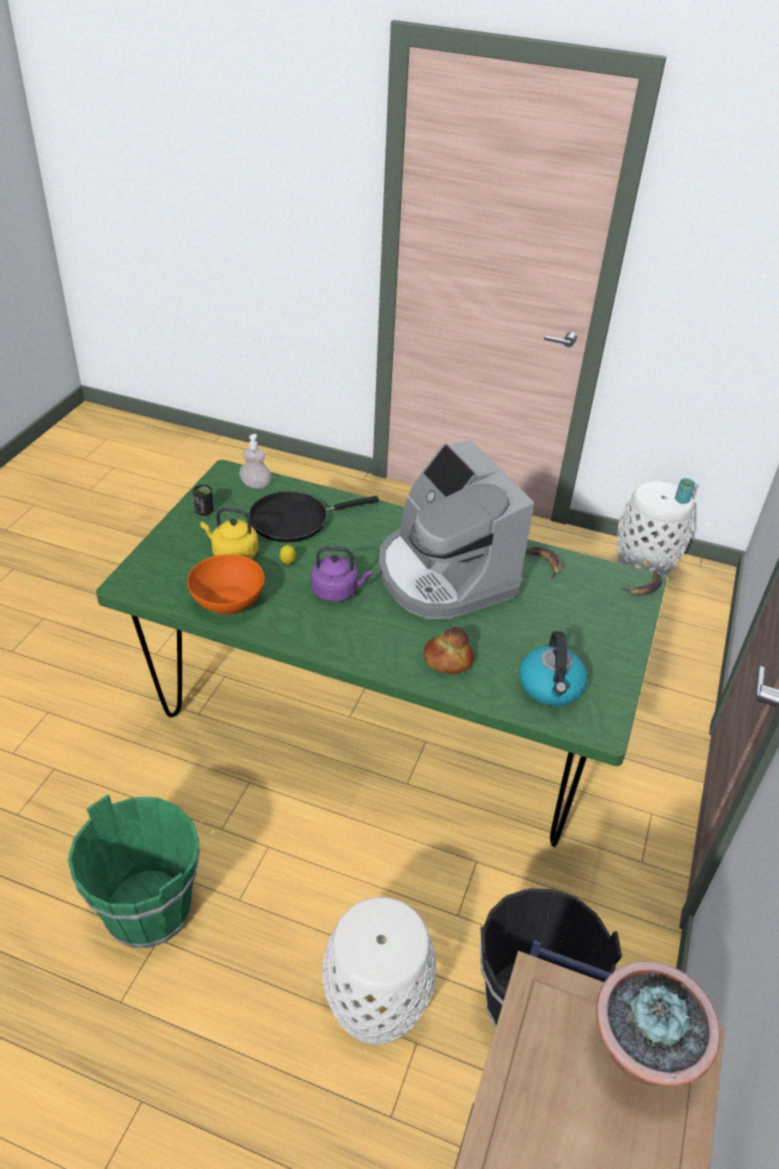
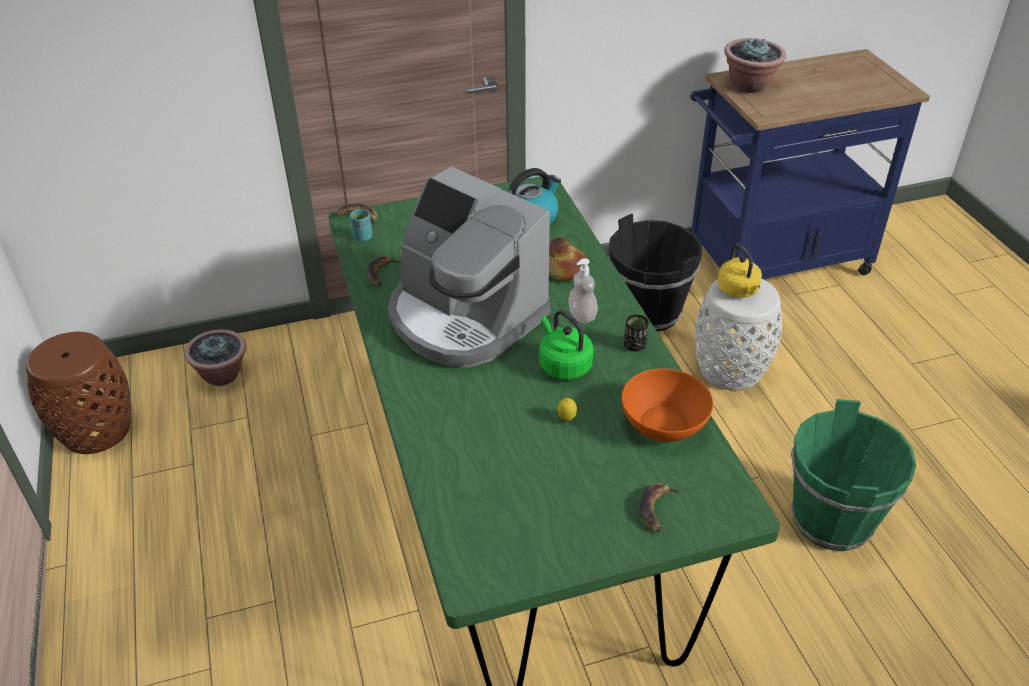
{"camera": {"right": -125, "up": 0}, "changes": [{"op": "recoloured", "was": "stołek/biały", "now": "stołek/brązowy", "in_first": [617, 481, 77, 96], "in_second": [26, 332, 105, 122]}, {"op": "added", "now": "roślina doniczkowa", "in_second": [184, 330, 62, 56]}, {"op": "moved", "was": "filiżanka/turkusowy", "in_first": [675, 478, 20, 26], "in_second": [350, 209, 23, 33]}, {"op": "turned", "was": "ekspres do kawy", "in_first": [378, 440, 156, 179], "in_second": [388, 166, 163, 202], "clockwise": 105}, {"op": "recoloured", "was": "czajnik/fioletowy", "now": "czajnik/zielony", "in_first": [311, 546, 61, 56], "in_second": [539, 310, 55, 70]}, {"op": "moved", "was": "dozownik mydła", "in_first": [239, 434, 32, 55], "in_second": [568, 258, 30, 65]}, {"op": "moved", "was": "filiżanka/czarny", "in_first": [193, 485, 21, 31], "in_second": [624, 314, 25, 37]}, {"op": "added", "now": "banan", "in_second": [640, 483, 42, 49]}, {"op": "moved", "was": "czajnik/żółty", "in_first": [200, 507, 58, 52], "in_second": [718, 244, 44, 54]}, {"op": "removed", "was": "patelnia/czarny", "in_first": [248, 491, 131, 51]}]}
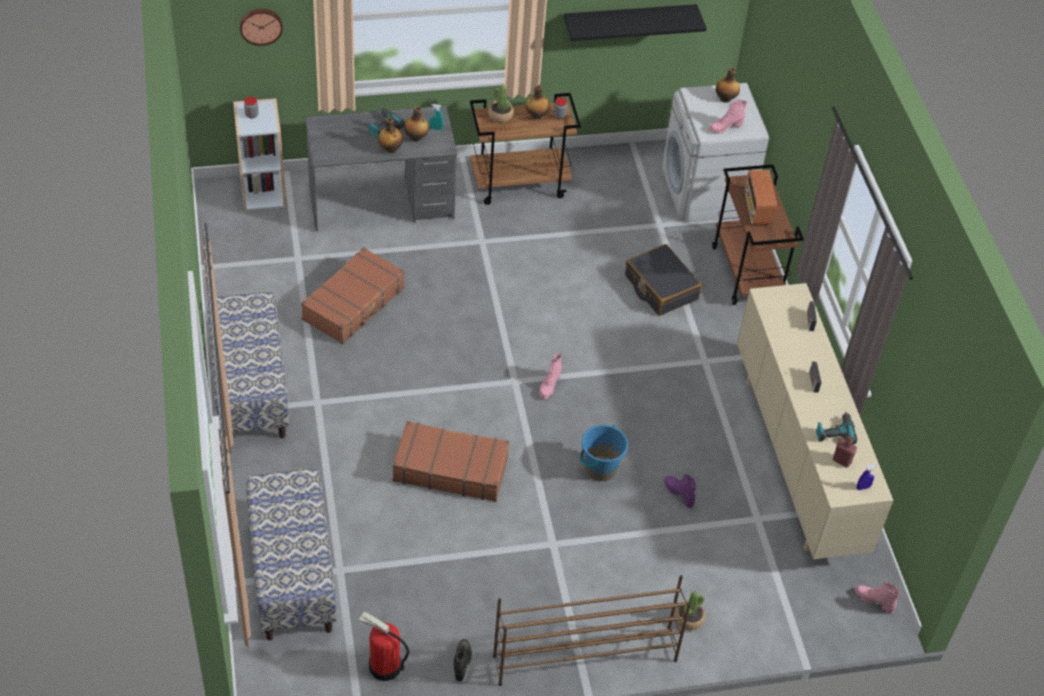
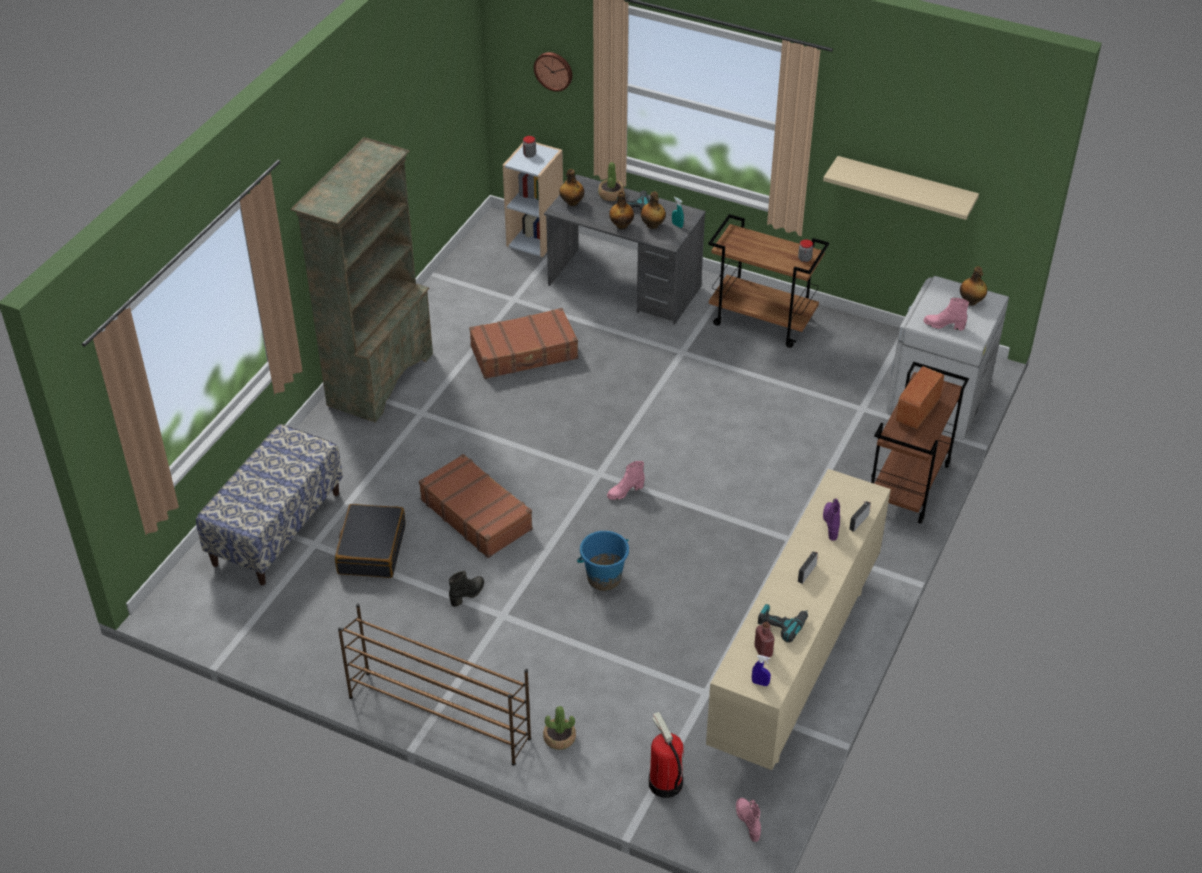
{"camera": {"right": 40, "up": -5}, "changes": [{"op": "replaced", "was": "ławka", "now": "regał/zielony", "in_first": [208, 292, 81, 146], "in_second": [290, 137, 143, 286]}, {"op": "moved", "was": "walizka/czarny", "in_first": [625, 244, 77, 72], "in_second": [335, 504, 71, 74]}, {"op": "moved", "was": "but z cholewką/czarny", "in_first": [454, 639, 18, 42], "in_second": [449, 571, 35, 36]}, {"op": "moved", "was": "butelka", "in_first": [526, 85, 24, 34], "in_second": [560, 169, 24, 37]}, {"op": "moved", "was": "roślina doniczkowa", "in_first": [488, 85, 26, 38], "in_second": [598, 162, 26, 39]}, {"op": "moved", "was": "gaśnica", "in_first": [359, 611, 50, 70], "in_second": [649, 712, 35, 86]}, {"op": "recoloured", "was": "półka/czarny", "now": "półka/beżowy", "in_first": [564, 4, 142, 37], "in_second": [823, 156, 156, 64]}, {"op": "moved", "was": "but z cholewką/fioletowy", "in_first": [664, 474, 32, 34], "in_second": [823, 498, 17, 43]}]}
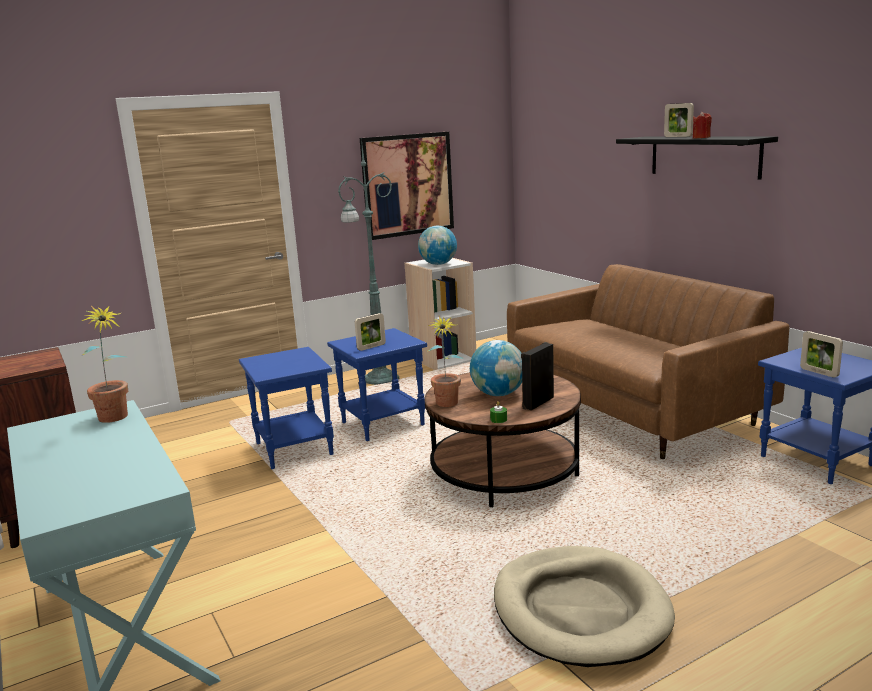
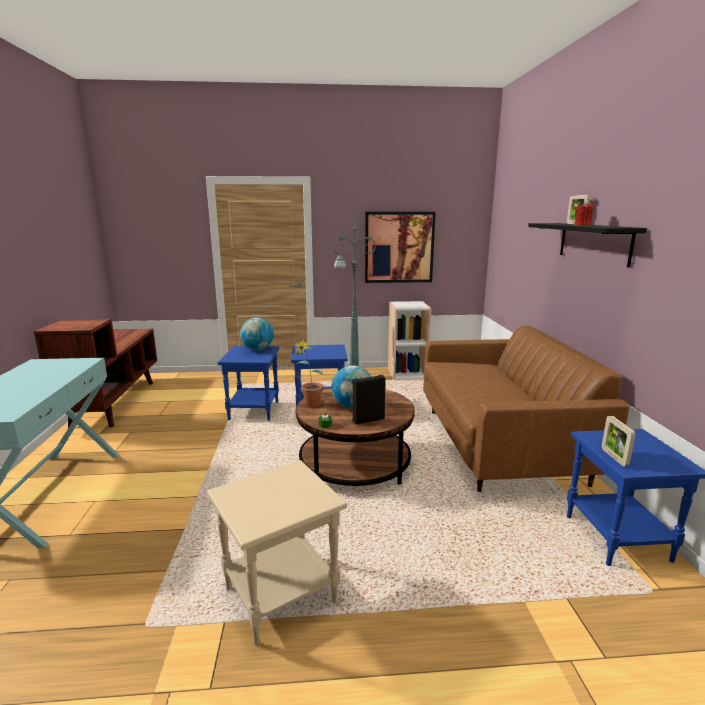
{"camera": {"right": 25, "up": 0}, "changes": [{"op": "replaced", "was": "legowisko/beżowy", "now": "stolik/beżowy", "in_first": [494, 546, 181, 121], "in_second": [207, 460, 140, 185]}, {"op": "moved", "was": "globus", "in_first": [418, 226, 39, 39], "in_second": [240, 318, 34, 33]}, {"op": "removed", "was": "roślina doniczkowa", "in_first": [81, 306, 47, 117]}, {"op": "removed", "was": "ramka na zdjęcie", "in_first": [355, 313, 31, 38]}]}
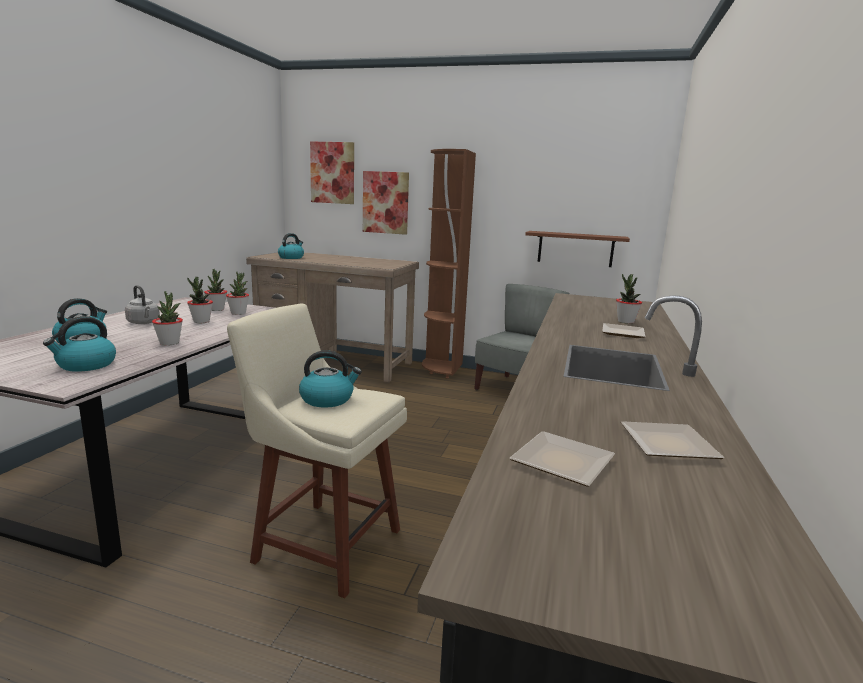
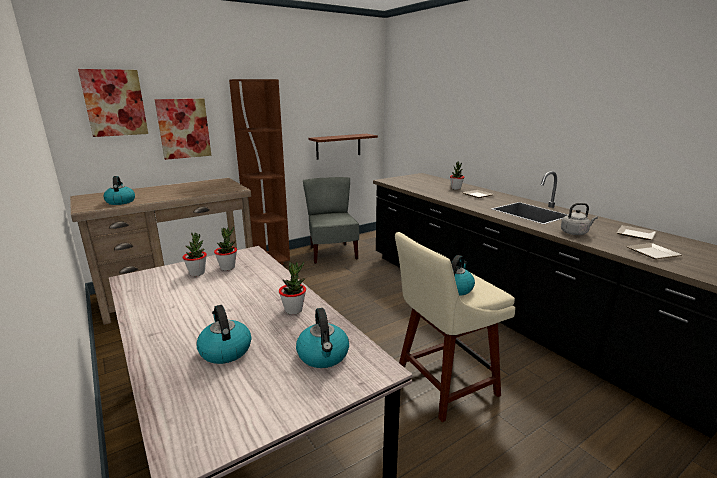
{"camera": {"right": -50, "up": 5}, "changes": [{"op": "moved", "was": "czajnik/szary", "in_first": [125, 285, 35, 39], "in_second": [561, 203, 37, 32]}, {"op": "removed", "was": "roślina doniczkowa", "in_first": [187, 277, 26, 46]}]}
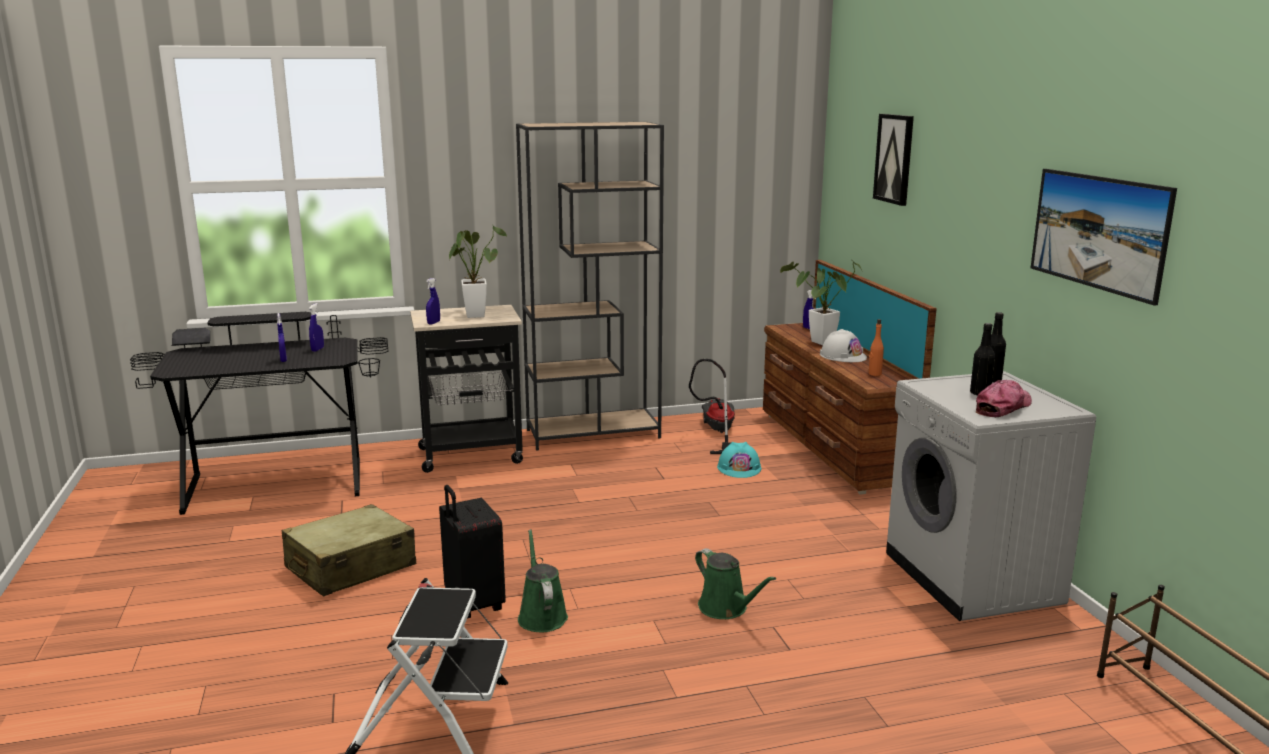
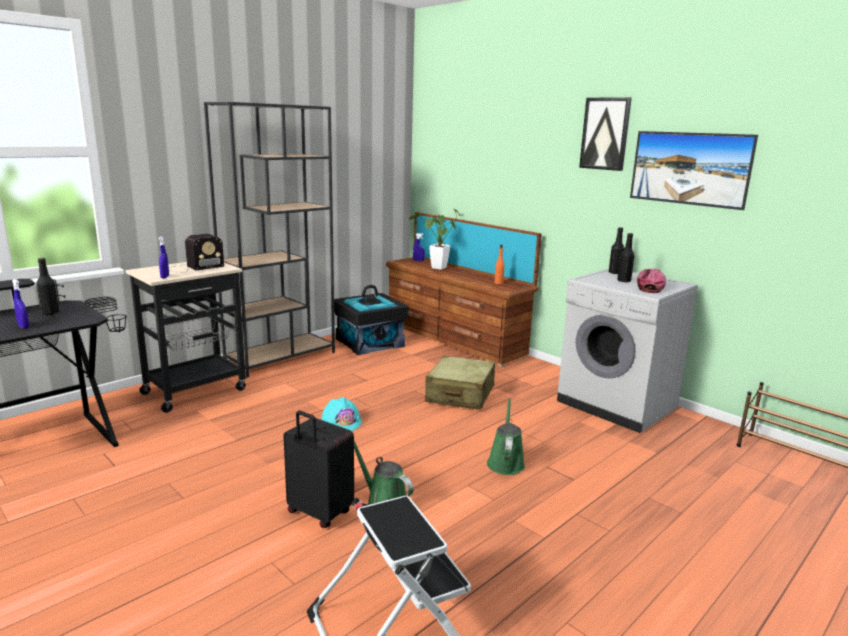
{"camera": {"right": -30, "up": 0}, "changes": [{"op": "replaced", "was": "spryskiwacz/niebieski", "now": "butelka/czarny", "in_first": [309, 303, 15, 49], "in_second": [36, 258, 23, 57]}, {"op": "replaced", "was": "roślina doniczkowa", "now": "radio", "in_first": [449, 224, 59, 94], "in_second": [169, 234, 55, 39]}, {"op": "moved", "was": "kask/turkusowy", "in_first": [717, 442, 44, 36], "in_second": [321, 397, 41, 34]}, {"op": "replaced", "was": "odkurzacz", "now": "pojemnik do przechowywania/czarny", "in_first": [689, 359, 46, 95], "in_second": [334, 285, 74, 70]}, {"op": "moved", "was": "walizka/beżowy", "in_first": [281, 504, 135, 92], "in_second": [425, 356, 70, 54]}, {"op": "turned", "was": "konewka/zielony", "in_first": [695, 548, 81, 71], "in_second": [487, 398, 38, 77], "clockwise": -105}, {"op": "moved", "was": "obraz", "in_first": [873, 114, 41, 92], "in_second": [579, 97, 53, 74]}, {"op": "removed", "was": "kask/biały", "in_first": [820, 329, 47, 33]}]}
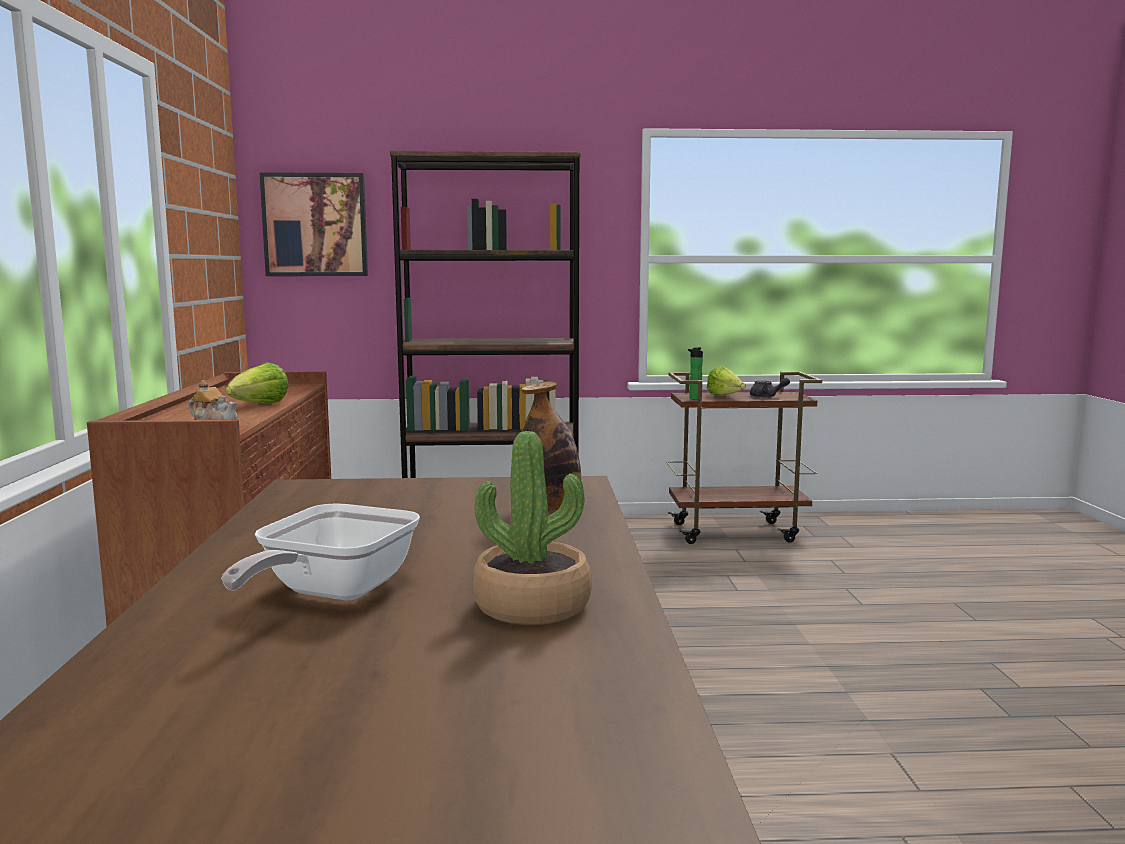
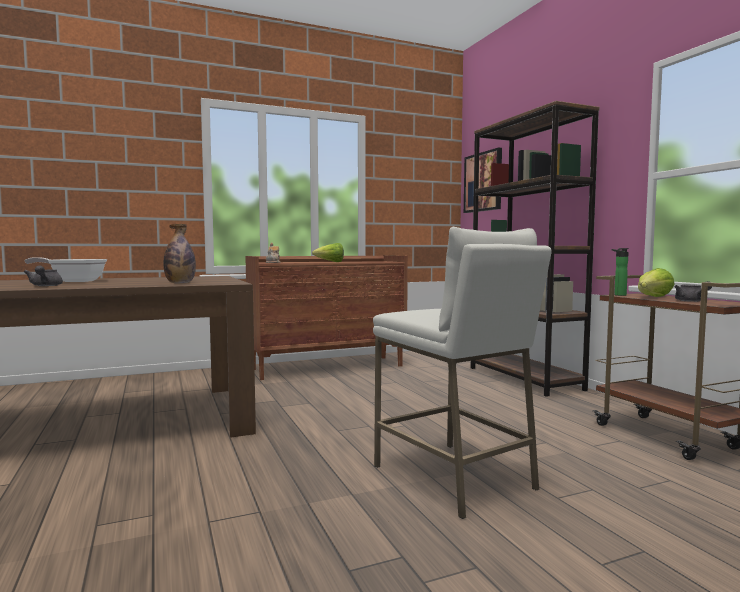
{"camera": {"right": 70, "up": -5}, "changes": [{"op": "replaced", "was": "roślina doniczkowa", "now": "imbryk/szary", "in_first": [472, 431, 120, 194], "in_second": [24, 265, 39, 21]}, {"op": "added", "now": "stołek/biały", "in_second": [373, 227, 179, 292]}]}
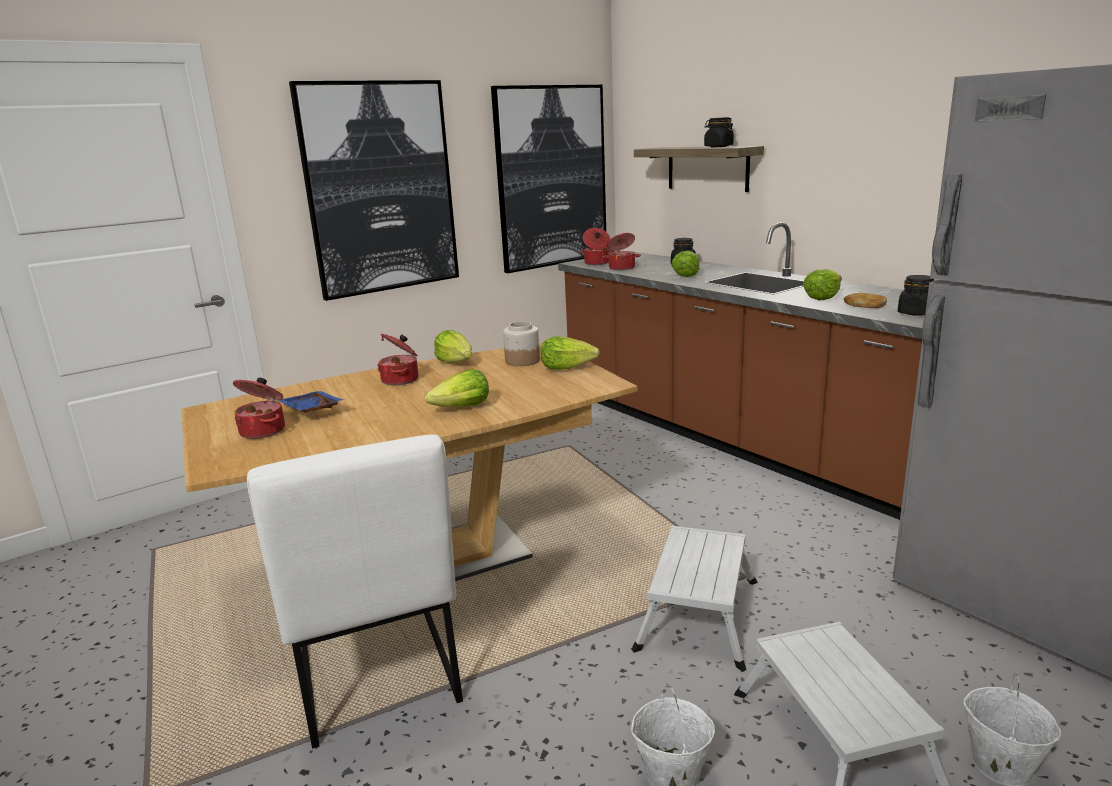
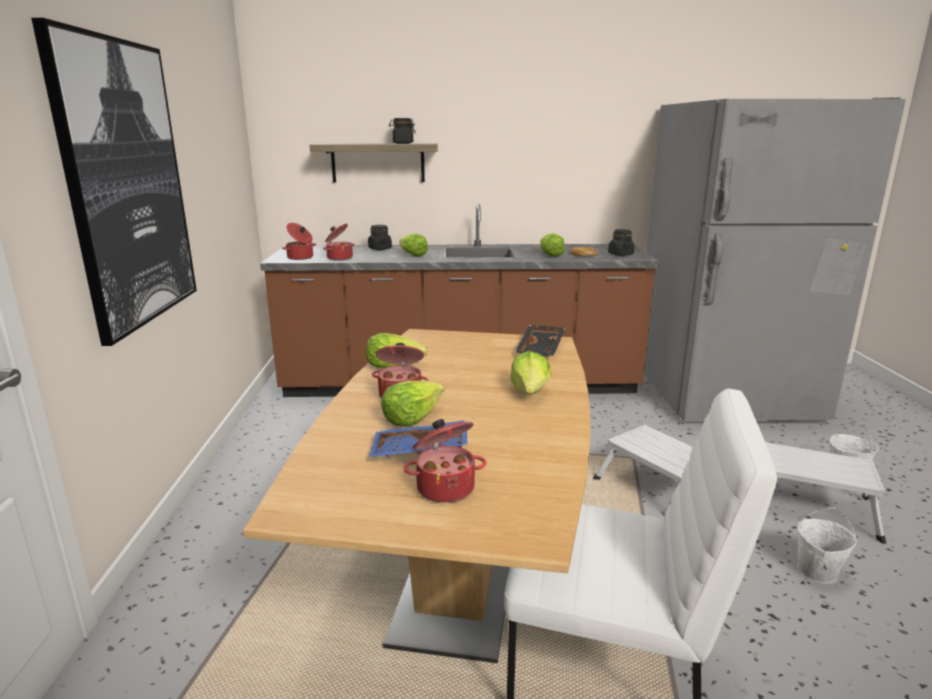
{"camera": {"right": -55, "up": 0}, "changes": [{"op": "moved", "was": "sałata", "in_first": [541, 336, 59, 34], "in_second": [381, 380, 63, 46]}, {"op": "added", "now": "taca/czarny", "in_second": [514, 325, 51, 31]}, {"op": "removed", "was": "obraz", "in_first": [491, 85, 115, 188]}, {"op": "removed", "was": "słoik", "in_first": [503, 321, 37, 45]}]}
